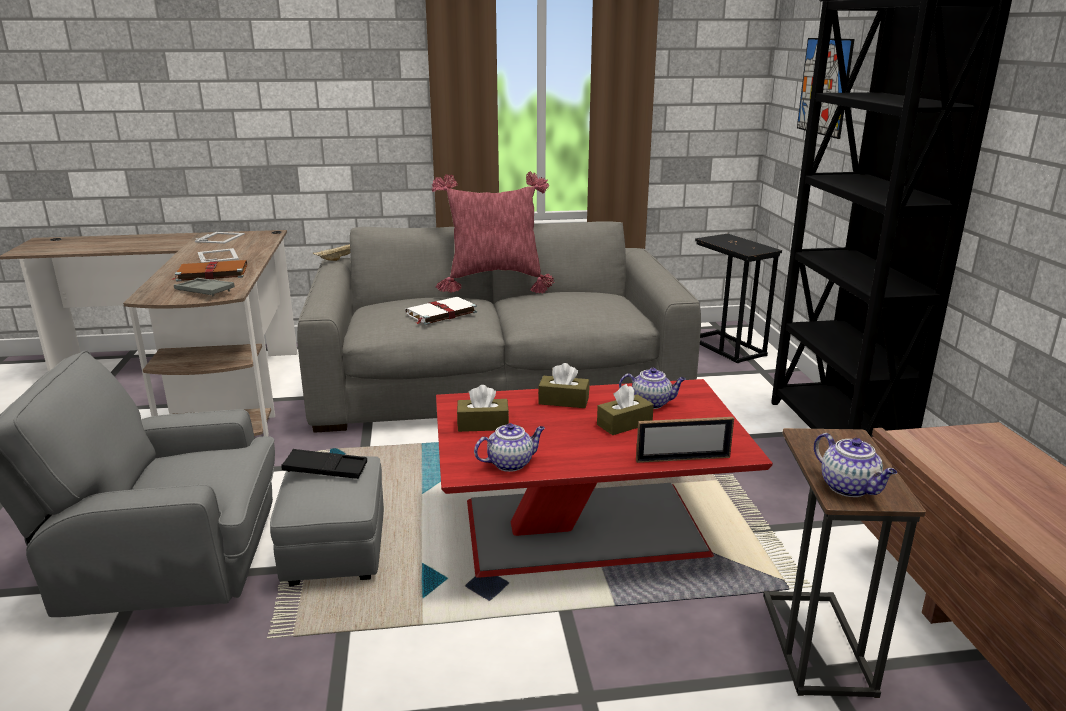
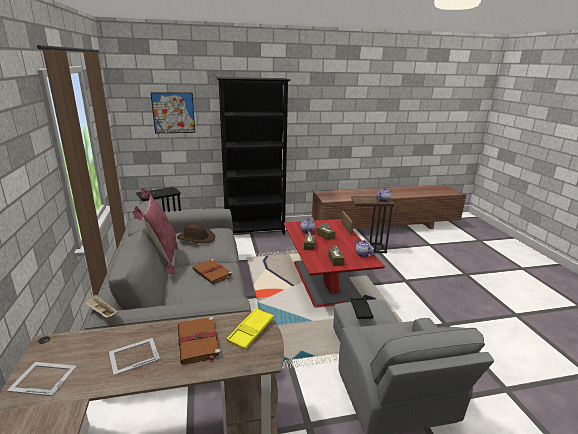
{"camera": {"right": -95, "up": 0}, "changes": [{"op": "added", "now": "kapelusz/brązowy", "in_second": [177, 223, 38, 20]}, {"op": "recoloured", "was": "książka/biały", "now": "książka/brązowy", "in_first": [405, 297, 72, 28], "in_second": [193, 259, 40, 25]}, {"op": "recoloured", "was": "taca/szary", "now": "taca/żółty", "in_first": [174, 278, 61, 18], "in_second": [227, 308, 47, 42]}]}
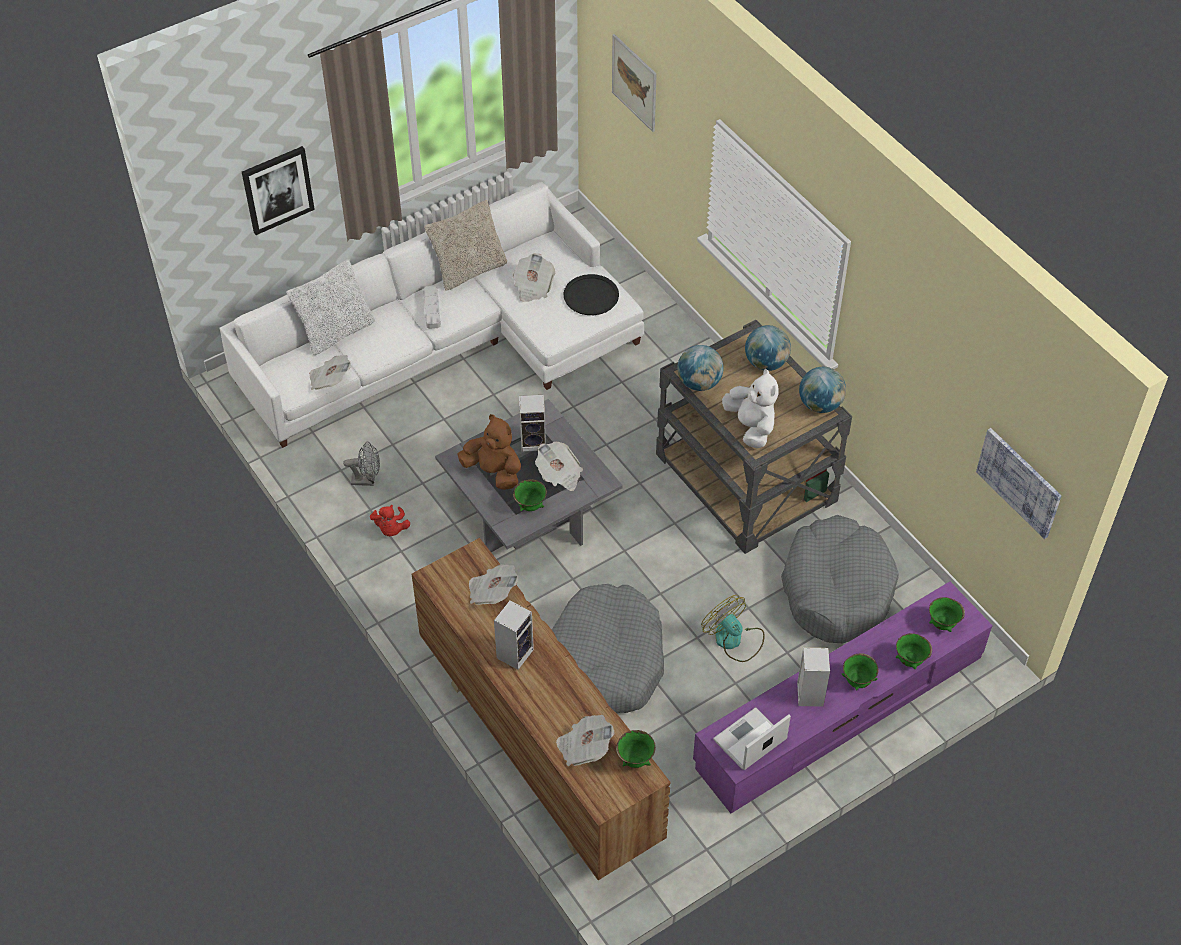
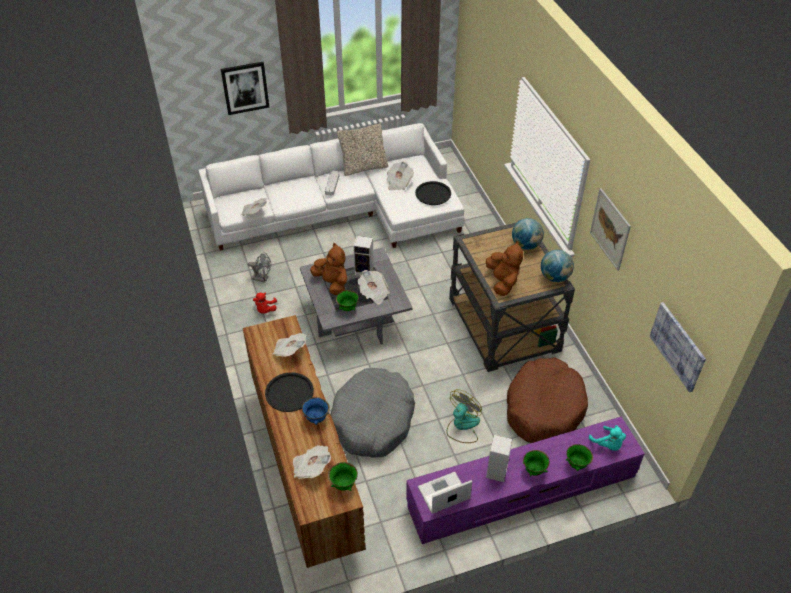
{"camera": {"right": 15, "up": -5}, "changes": [{"op": "replaced", "was": "głośnik", "now": "taca/czarny", "in_first": [494, 600, 40, 70], "in_second": [265, 372, 49, 40]}, {"op": "added", "now": "miska/niebieski", "in_second": [302, 397, 28, 28]}, {"op": "turned", "was": "wentylator", "in_first": [701, 595, 64, 67], "in_second": [447, 389, 35, 54], "clockwise": 60}, {"op": "recoloured", "was": "pluszak/biały", "now": "pluszak/brązowy", "in_first": [722, 369, 57, 79], "in_second": [486, 242, 37, 54]}, {"op": "recoloured", "was": "legowisko/szary", "now": "legowisko/brązowy", "in_first": [781, 515, 118, 128], "in_second": [507, 357, 81, 86]}, {"op": "replaced", "was": "miska/zielony", "now": "pluszak/turkusowy", "in_first": [929, 597, 36, 35], "in_second": [589, 425, 37, 26]}, {"op": "moved", "was": "obraz", "in_first": [612, 34, 45, 98], "in_second": [590, 188, 41, 83]}, {"op": "removed", "was": "poduszka/biały", "in_first": [286, 259, 89, 96]}, {"op": "removed", "was": "globus", "in_first": [678, 345, 46, 46]}]}
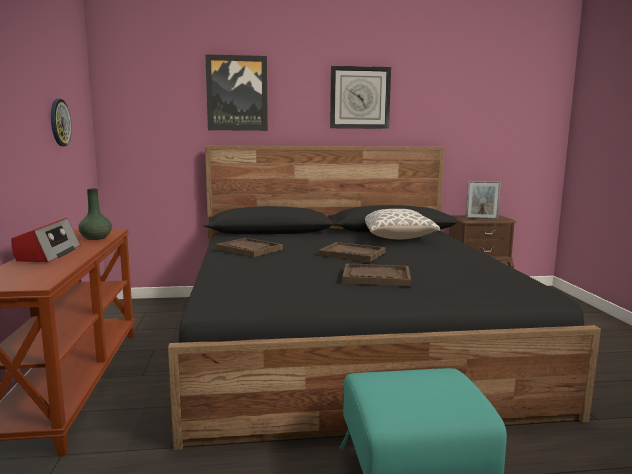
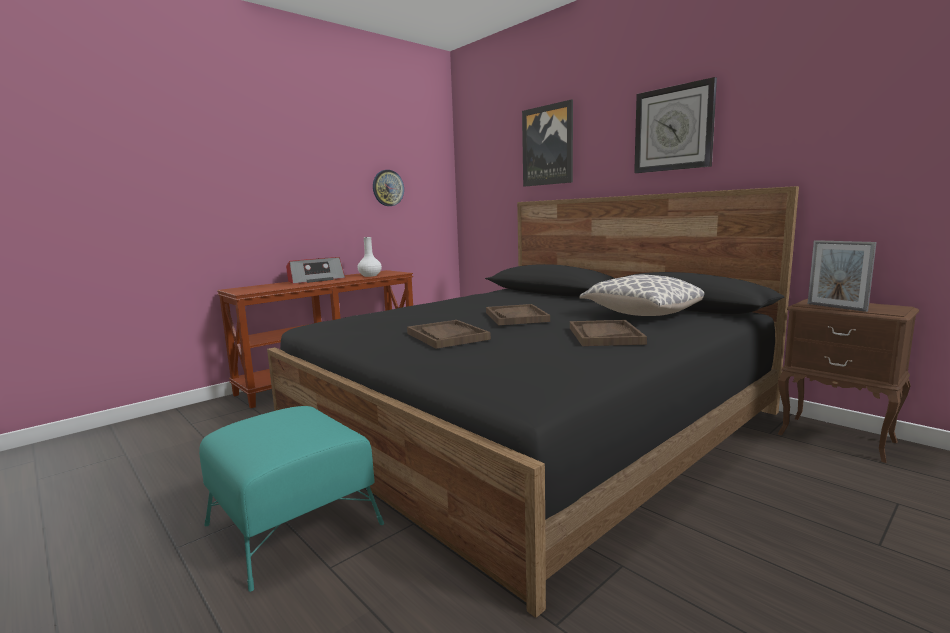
{"camera": {"right": 55, "up": 0}, "changes": [{"op": "recoloured", "was": "wazon/zielony", "now": "wazon/biały", "in_first": [79, 188, 33, 52], "in_second": [358, 237, 24, 40]}, {"op": "moved", "was": "taca/brązowy", "in_first": [216, 238, 67, 19], "in_second": [570, 320, 77, 26]}]}
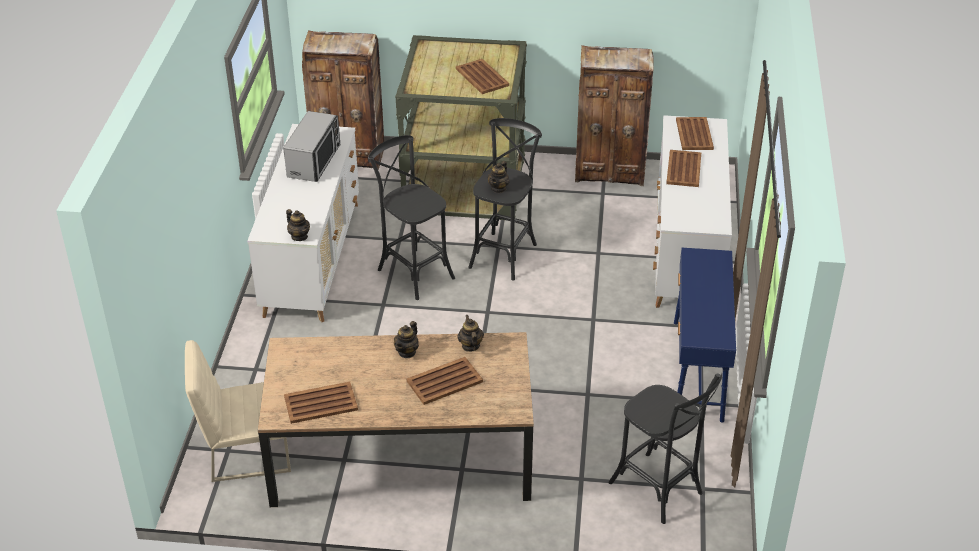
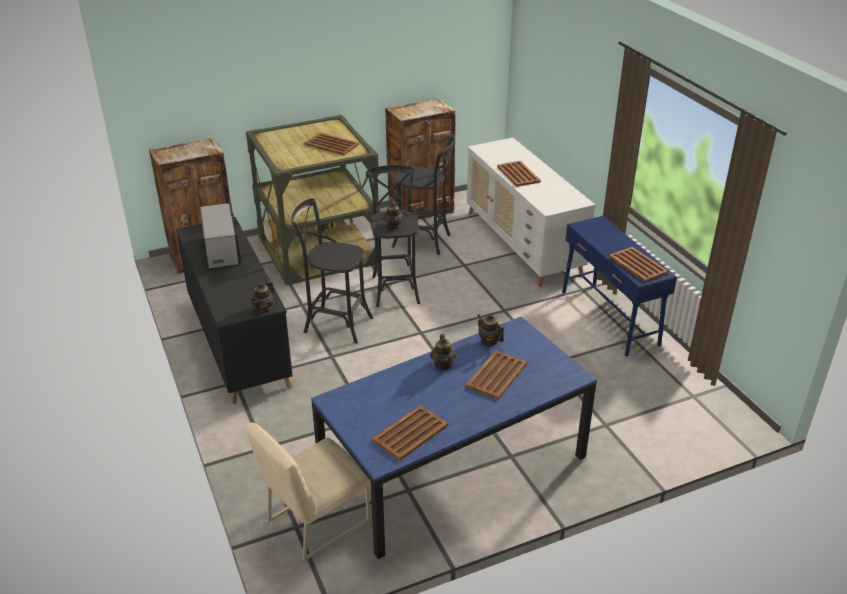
{"camera": {"right": -30, "up": -5}, "changes": [{"op": "recoloured", "was": "komoda/biały", "now": "komoda/czarny", "in_first": [247, 124, 112, 198], "in_second": [176, 217, 117, 187]}, {"op": "turned", "was": "imbryk", "in_first": [286, 209, 24, 32], "in_second": [249, 281, 26, 33], "clockwise": 105}, {"op": "recoloured", "was": "stół jadalny/brązowy", "now": "stół jadalny/niebieski", "in_first": [258, 332, 276, 175], "in_second": [311, 317, 286, 242]}, {"op": "moved", "was": "stołek/czarny", "in_first": [608, 373, 114, 151], "in_second": [391, 134, 64, 121]}, {"op": "moved", "was": "taca/brązowy", "in_first": [676, 117, 38, 33], "in_second": [609, 247, 60, 35]}]}
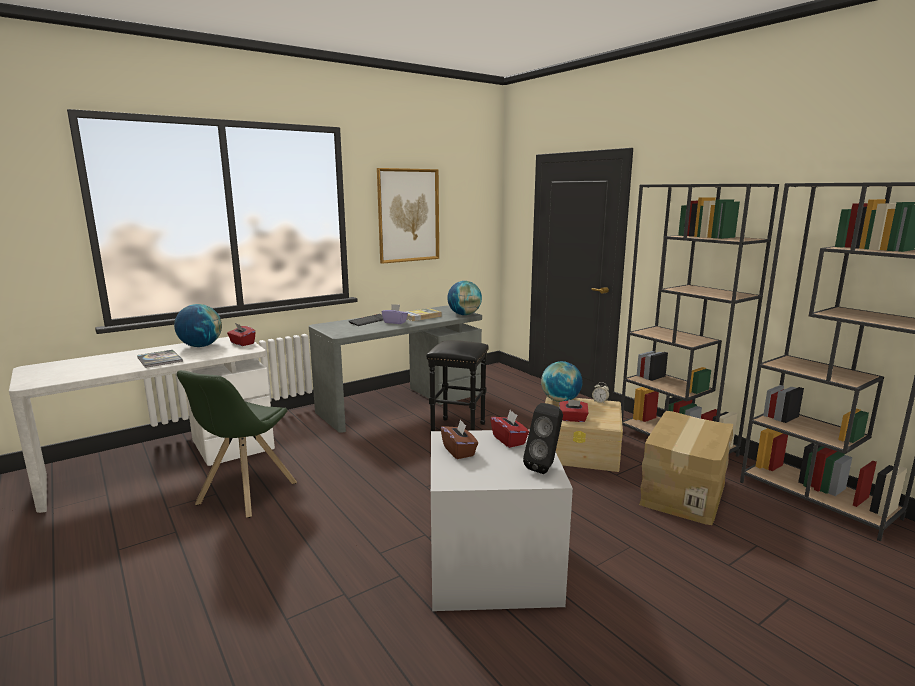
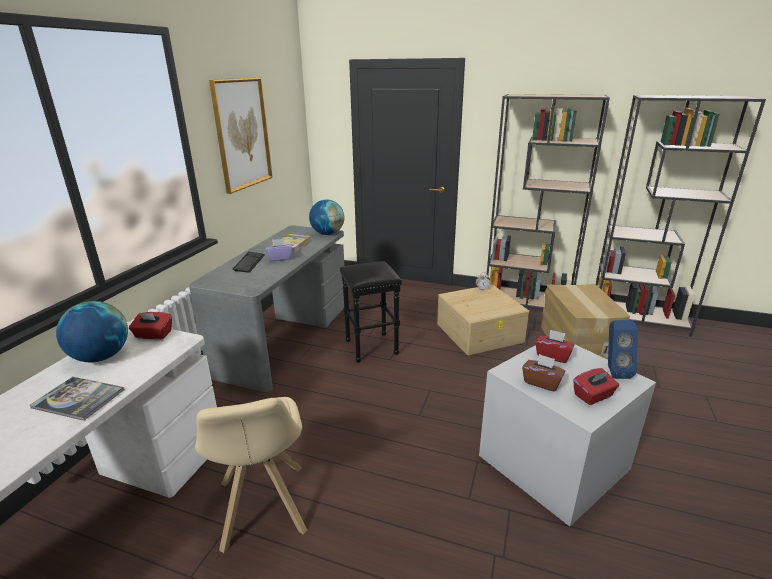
{"camera": {"right": -35, "up": 10}, "changes": [{"op": "recoloured", "was": "krzesło/zielony", "now": "krzesło/beżowy", "in_first": [177, 370, 120, 148], "in_second": [195, 397, 112, 156]}, {"op": "moved", "was": "pudełko chusteczek/czerwony", "in_first": [559, 399, 29, 23], "in_second": [573, 368, 46, 37]}, {"op": "recoloured", "was": "głośnik/czarny", "now": "głośnik/niebieski", "in_first": [523, 403, 40, 71], "in_second": [608, 320, 30, 59]}, {"op": "removed", "was": "globus", "in_first": [541, 361, 42, 41]}]}
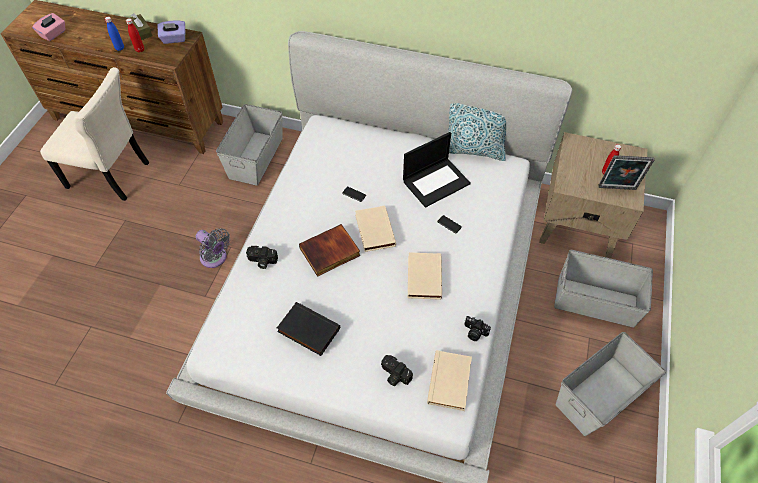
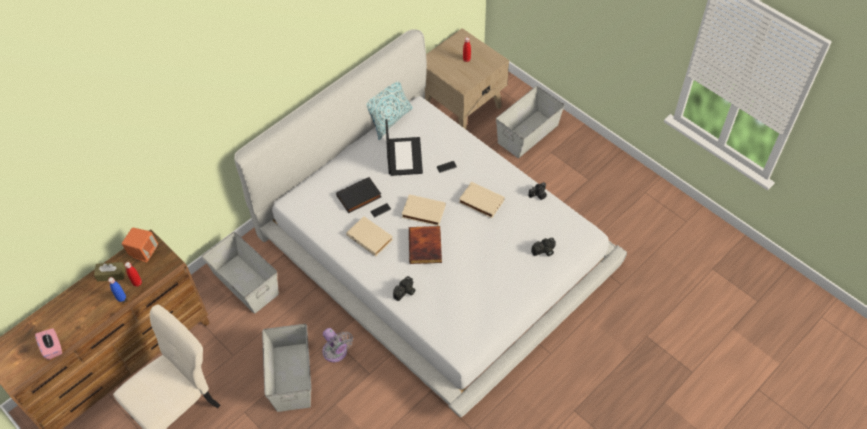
{"camera": {"right": -60, "up": 0}, "changes": [{"op": "replaced", "was": "pudełko chusteczek/fioletowy", "now": "głośnik/pomarańczowy", "in_first": [157, 21, 28, 23], "in_second": [122, 227, 36, 36]}, {"op": "moved", "was": "pojemnik do przechowywania/szary", "in_first": [555, 332, 111, 104], "in_second": [262, 324, 49, 88]}, {"op": "turned", "was": "wentylator/szary", "in_first": [196, 228, 34, 40], "in_second": [322, 328, 31, 34], "clockwise": 75}, {"op": "moved", "was": "książka/czarny", "in_first": [277, 302, 63, 54], "in_second": [336, 177, 45, 36]}, {"op": "moved", "was": "książka/beżowy", "in_first": [427, 350, 45, 61], "in_second": [346, 216, 47, 40]}, {"op": "removed", "was": "ramka na zdjęcie", "in_first": [598, 155, 56, 35]}]}
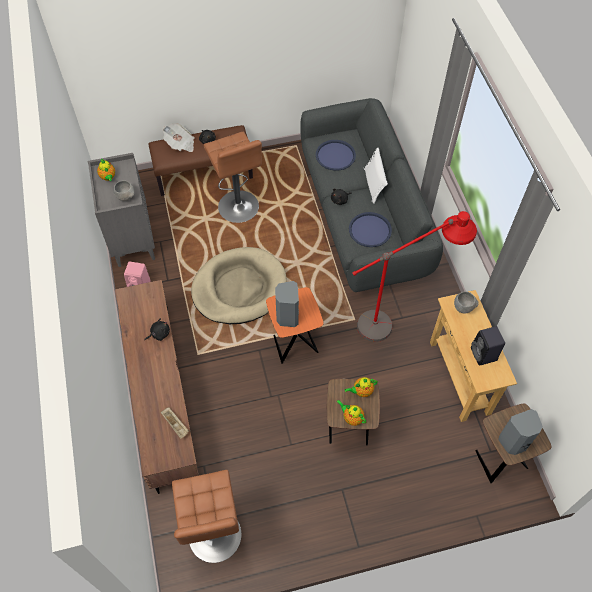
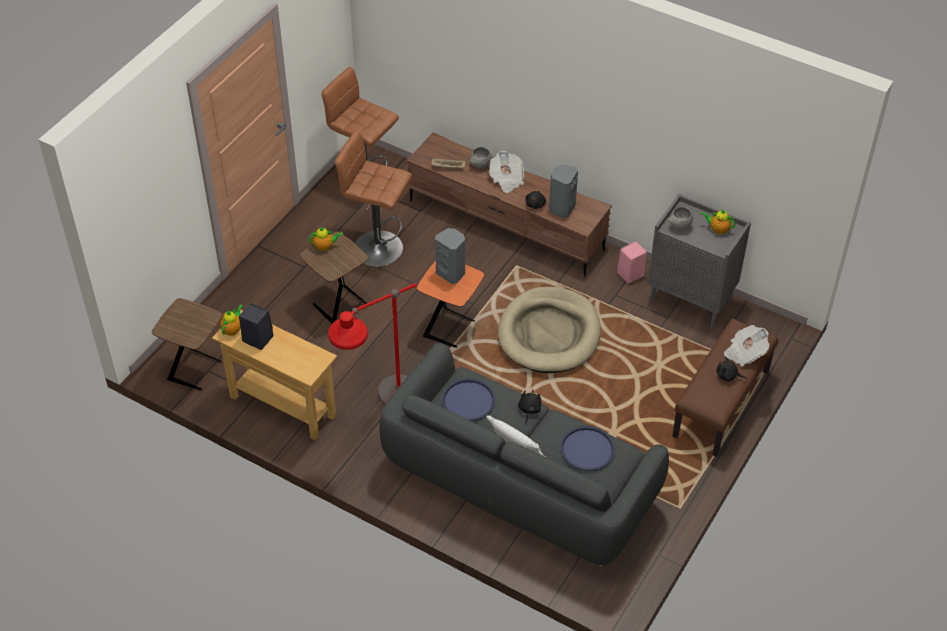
{"camera": {"right": 135, "up": -10}, "changes": [{"op": "moved", "was": "imbryk", "in_first": [345, 377, 33, 20], "in_second": [220, 304, 23, 32]}, {"op": "moved", "was": "stołek/brązowy", "in_first": [204, 132, 58, 91], "in_second": [335, 131, 77, 135]}, {"op": "moved", "was": "miska/szary", "in_first": [454, 291, 25, 22], "in_second": [470, 147, 21, 22]}, {"op": "added", "now": "gazeta", "in_second": [489, 151, 35, 42]}, {"op": "moved", "was": "głośnik/szary", "in_first": [498, 409, 45, 46], "in_second": [549, 164, 29, 54]}]}
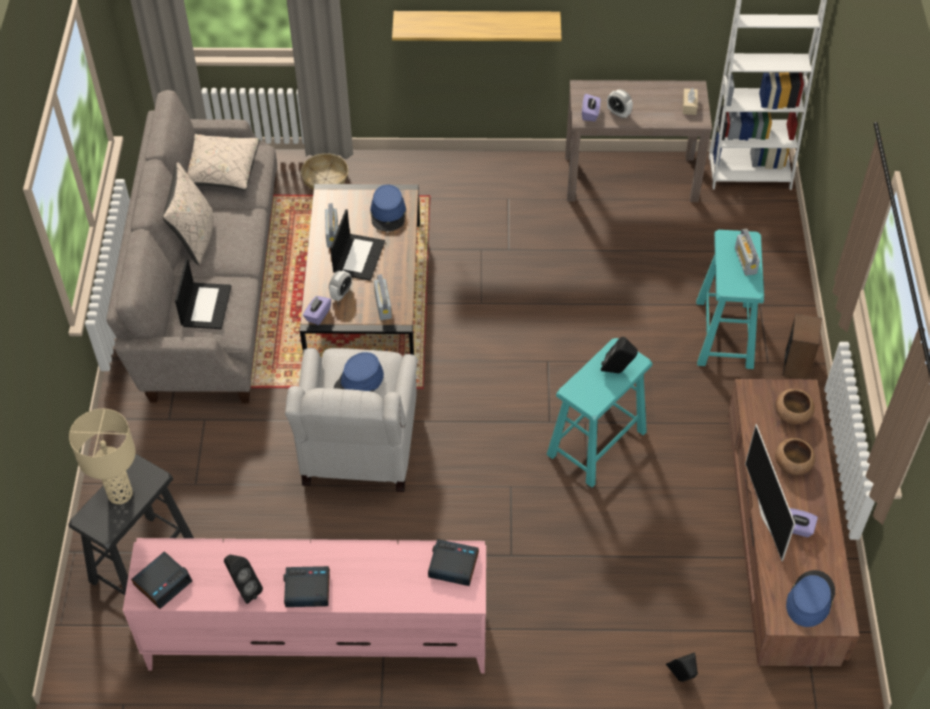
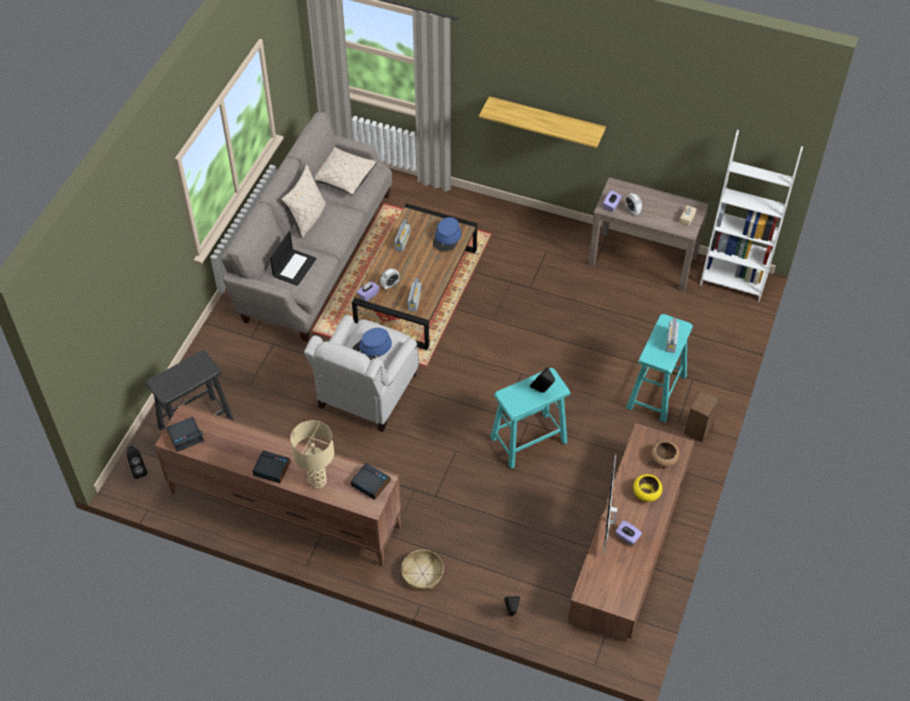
{"camera": {"right": 20, "up": 0}, "changes": [{"op": "moved", "was": "głośnik/czarny", "in_first": [224, 555, 39, 49], "in_second": [127, 446, 21, 33]}, {"op": "recoloured", "was": "szafka/różowy", "now": "szafka/brązowy", "in_first": [123, 538, 363, 135], "in_second": [155, 404, 246, 163]}, {"op": "moved", "was": "lampa stołowa/beżowy", "in_first": [69, 409, 67, 95], "in_second": [290, 420, 44, 69]}, {"op": "moved", "was": "koszyk", "in_first": [301, 153, 47, 37], "in_second": [401, 550, 43, 40]}, {"op": "recoloured", "was": "miska/brązowy", "now": "miska/żółty", "in_first": [775, 438, 41, 37], "in_second": [633, 474, 29, 28]}, {"op": "removed", "was": "laptop", "in_first": [330, 209, 55, 72]}, {"op": "removed", "was": "kapelusz/niebieski", "in_first": [786, 570, 49, 57]}]}
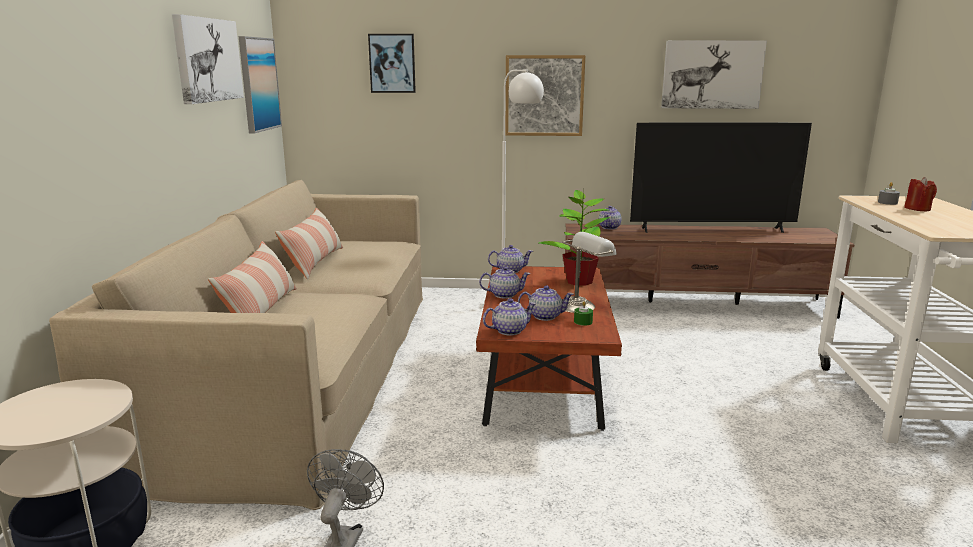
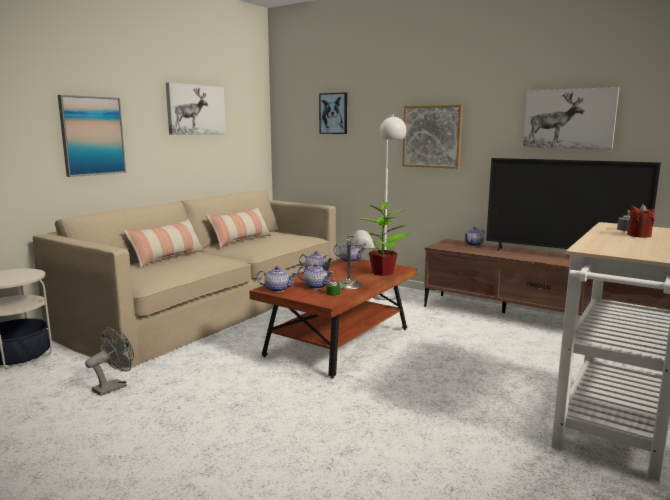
{"camera": {"right": 30, "up": -5}, "changes": [{"op": "moved", "was": "obraz", "in_first": [238, 36, 44, 97], "in_second": [58, 95, 68, 82]}]}
